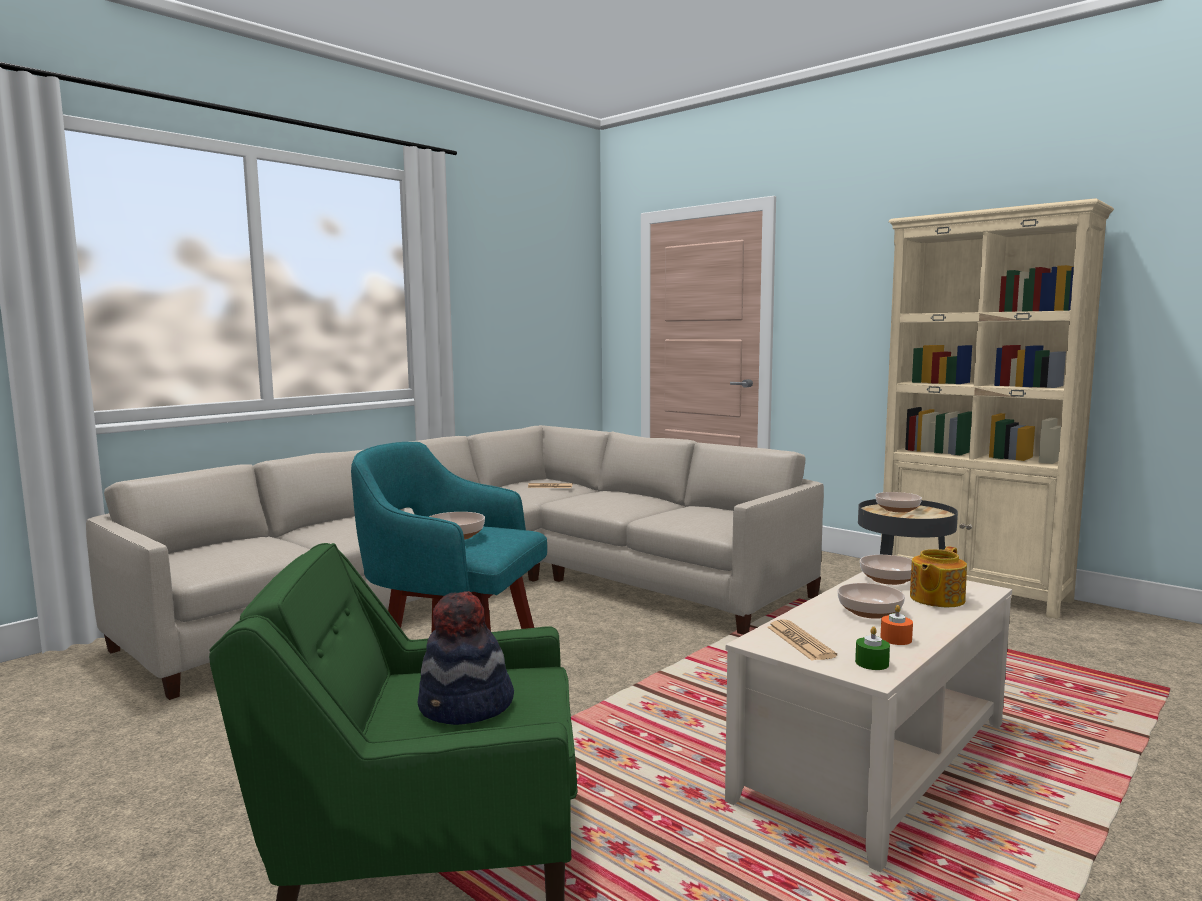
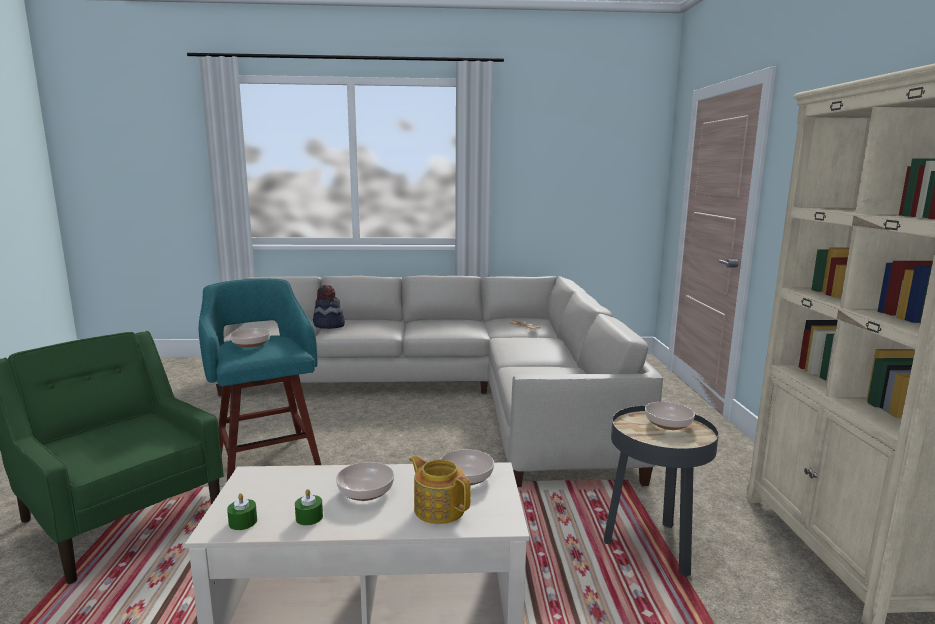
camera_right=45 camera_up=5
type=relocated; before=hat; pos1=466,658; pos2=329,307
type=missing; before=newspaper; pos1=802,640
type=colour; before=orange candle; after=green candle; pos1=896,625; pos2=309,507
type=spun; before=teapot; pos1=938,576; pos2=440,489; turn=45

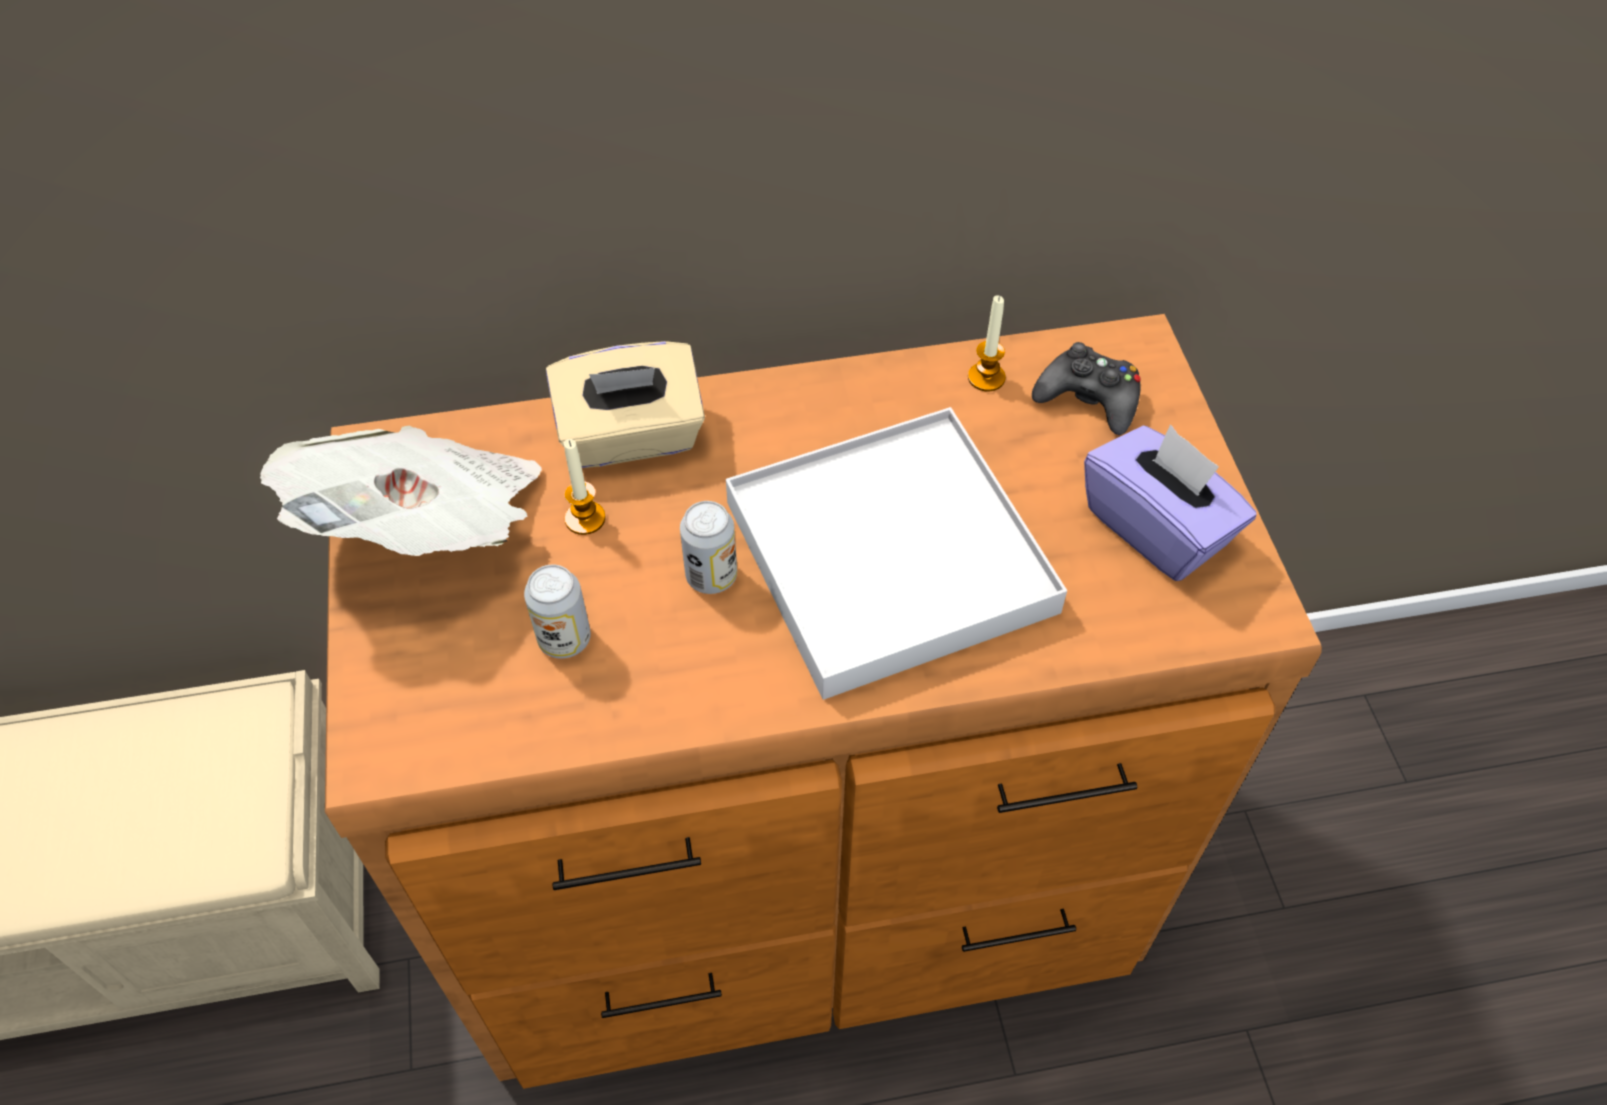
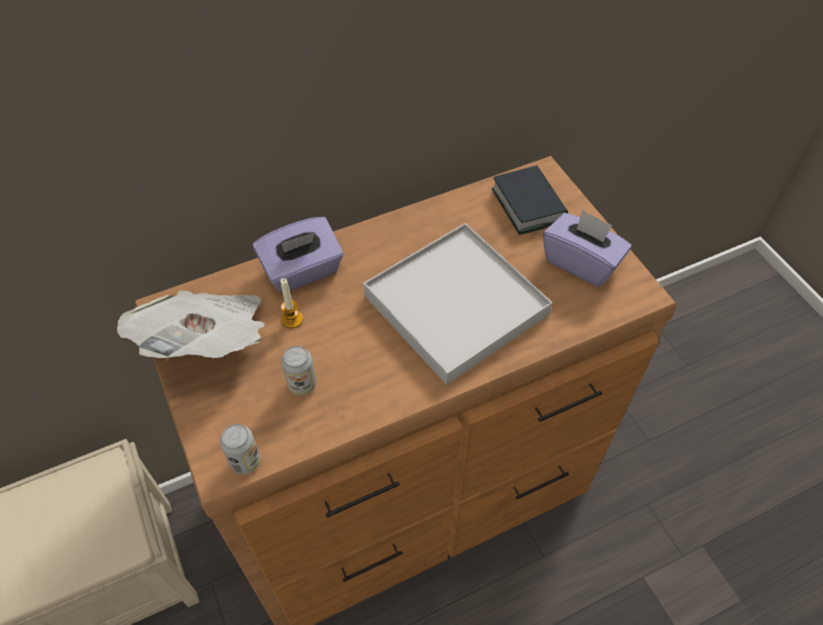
camera_right=-15 camera_up=0
type=colour; before=beige tissue box; after=purple tissue box; pos1=625,404; pos2=298,255
type=relocated; before=can; pos1=708,547; pos2=240,449
type=missing; before=candle; pos1=987,343
type=exchanged; before=black game controller; after=book; pos1=1086,388; pos2=530,200

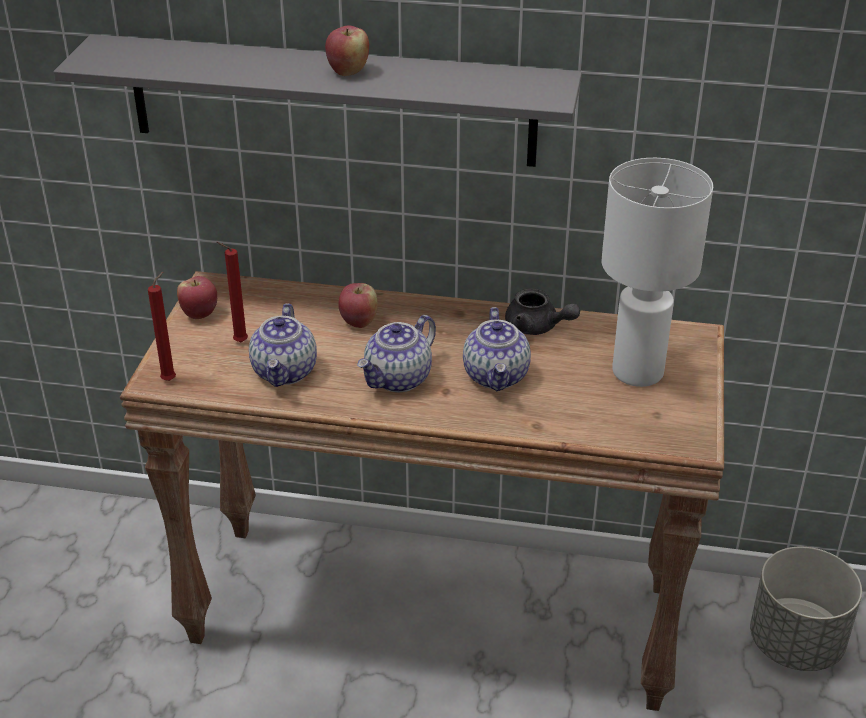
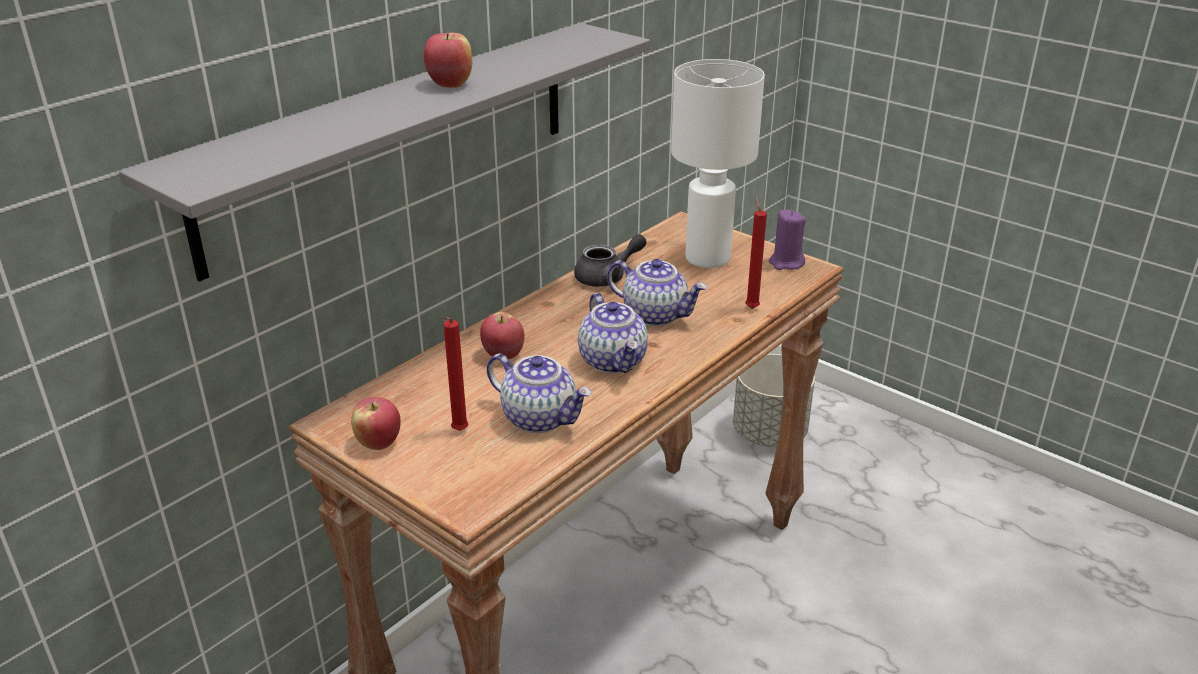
camera_right=-60 camera_up=-5
type=relocated; before=red candle; pos1=162,326; pos2=756,253
type=appeared; after=purple candle; pos2=787,240

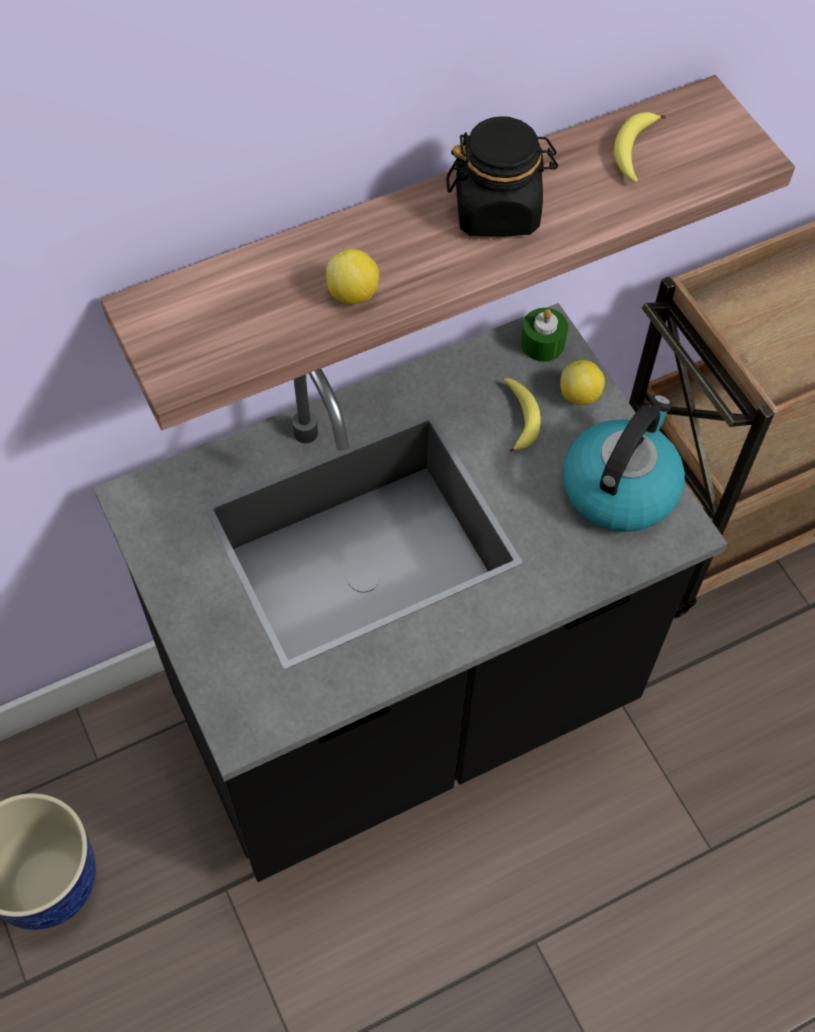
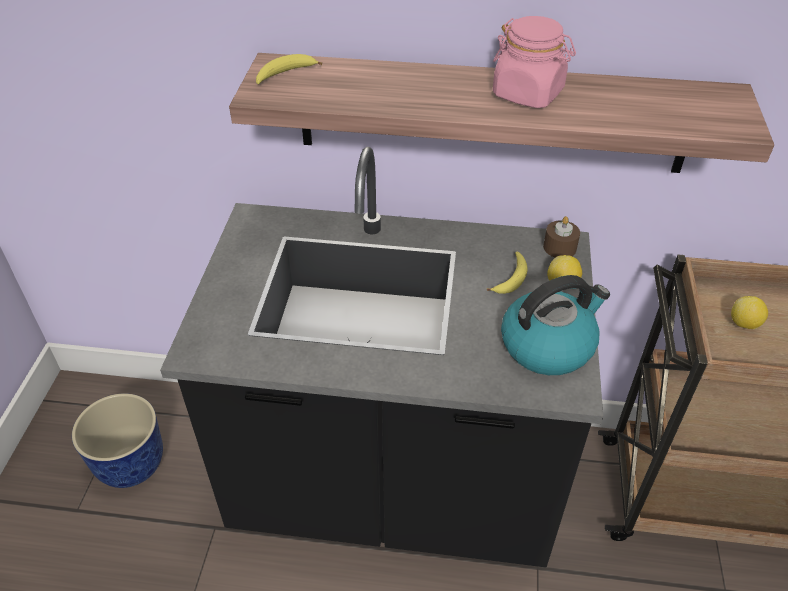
camera_right=35 camera_up=-15
type=relocated; before=lemon; pos1=352,276; pos2=749,312
type=colour; before=black jar; after=pink jar; pos1=502,176; pos2=534,62
type=colour; before=green candle; after=brown candle; pos1=544,335; pos2=561,236
type=relocated; before=banana; pos1=640,147; pos2=289,69

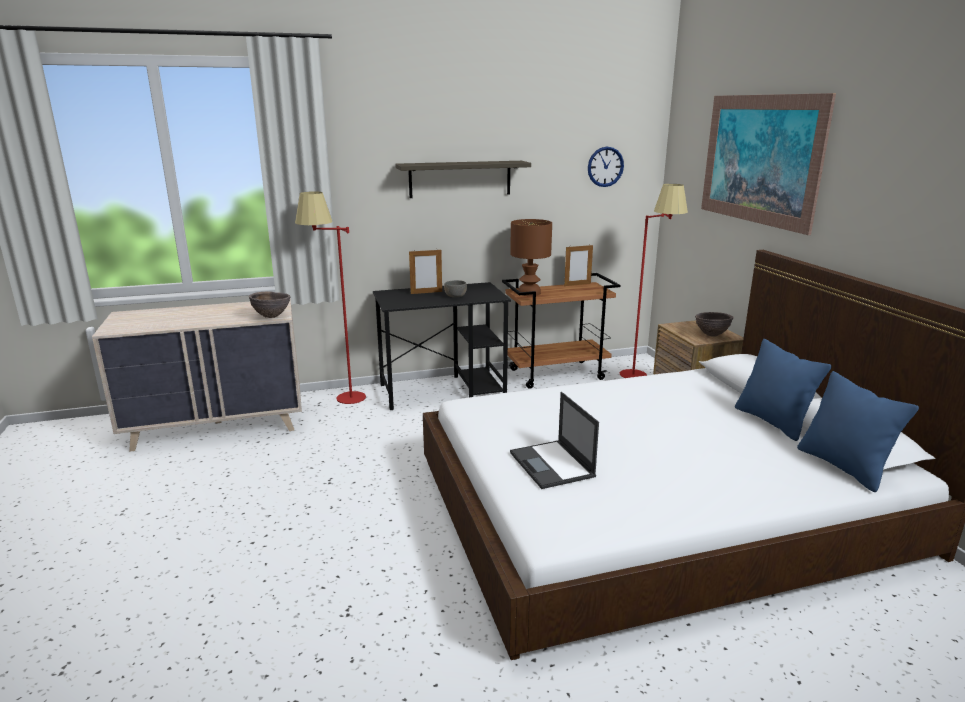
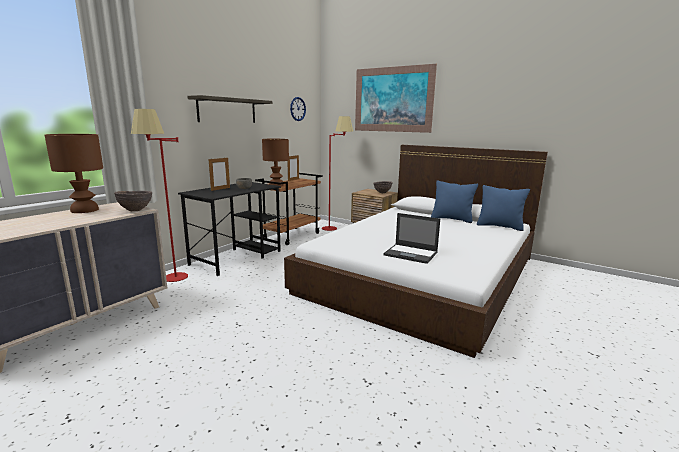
camera_right=-40 camera_up=-5
type=appeared; after=brown table lamp; pos2=74,173

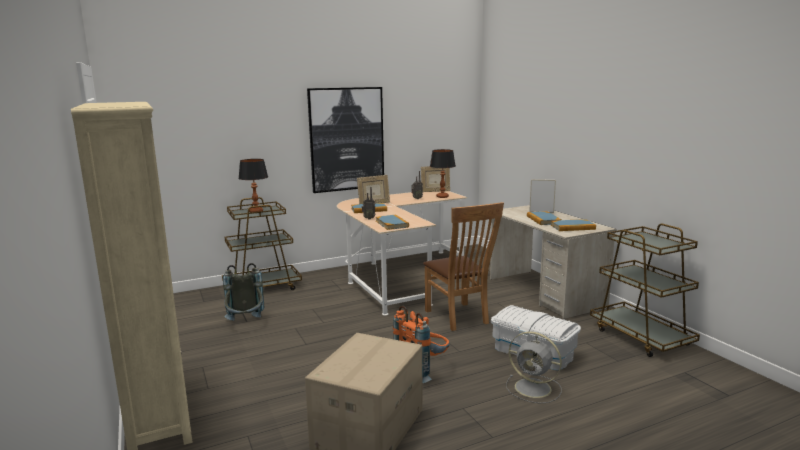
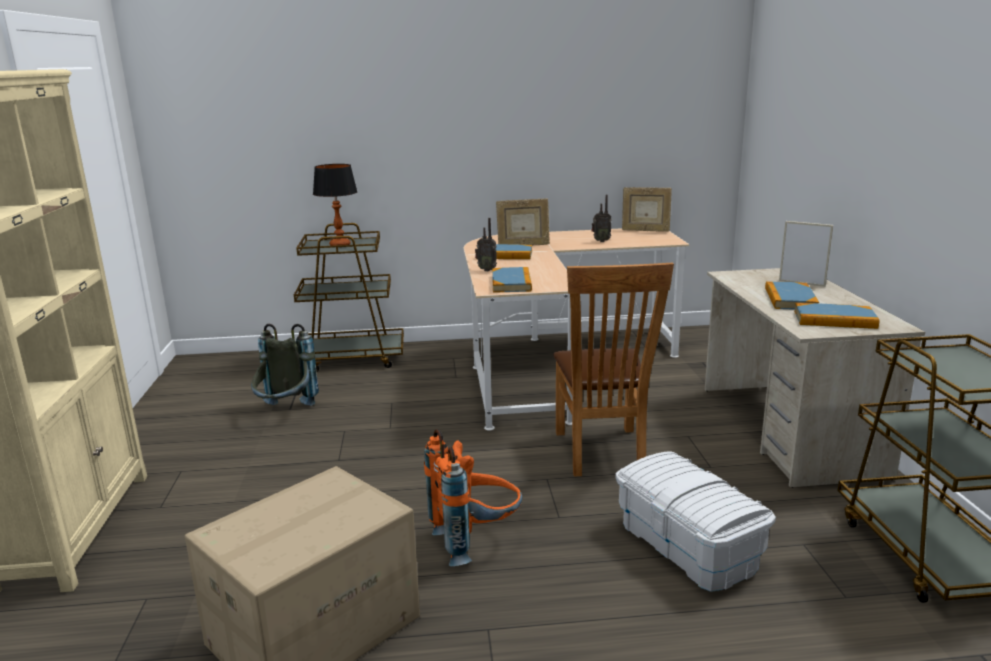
camera_right=20 camera_up=5
type=missing; before=picture; pos1=345,140
type=missing; before=table lamp; pos1=443,173
type=missing; before=grey fan; pos1=534,367

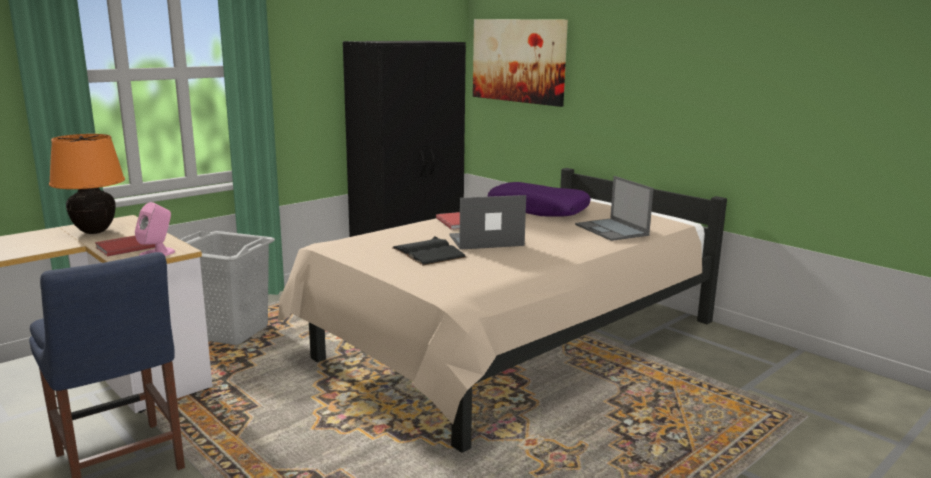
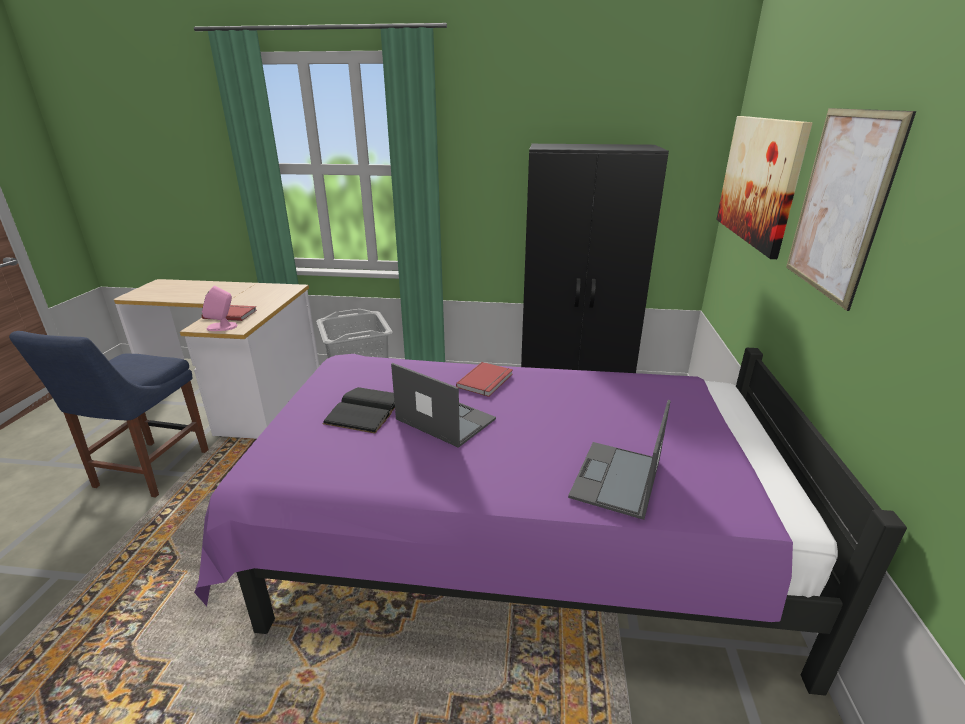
camera_right=50 camera_up=10
type=missing; before=orange table lamp; pos1=87,184
type=colour; before=beige bed; after=purple bed; pos1=502,310; pos2=550,522
type=missing; before=purple pillow; pos1=539,199
type=appeared; after=picture; pos2=851,209

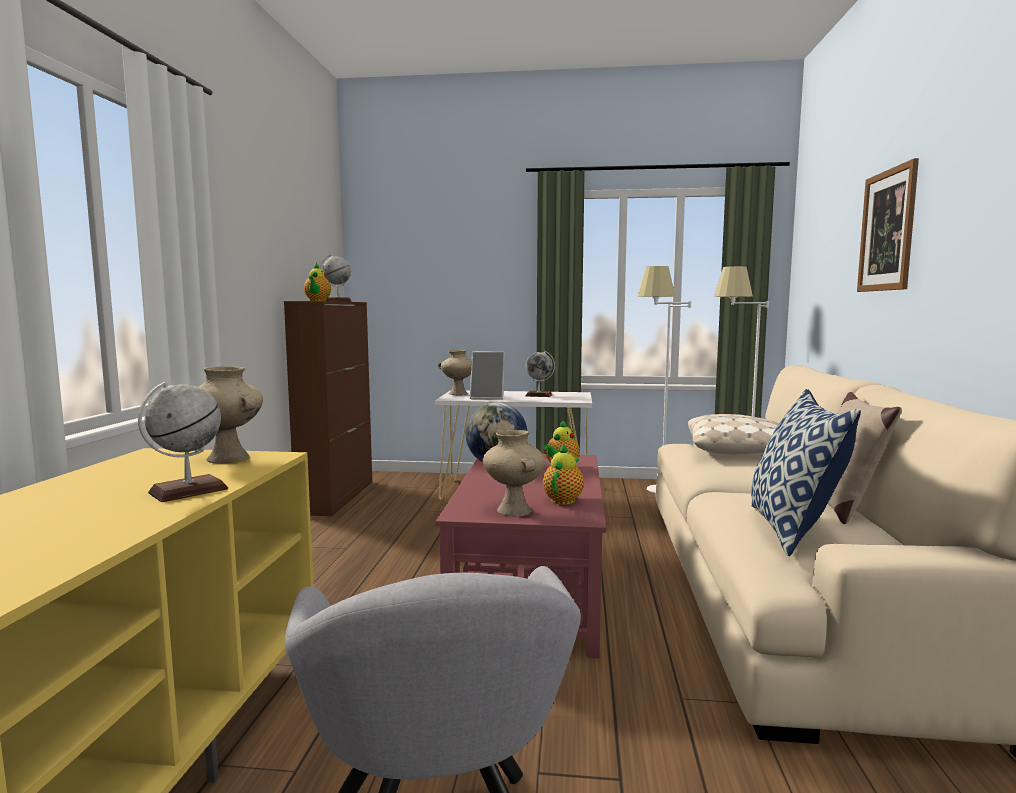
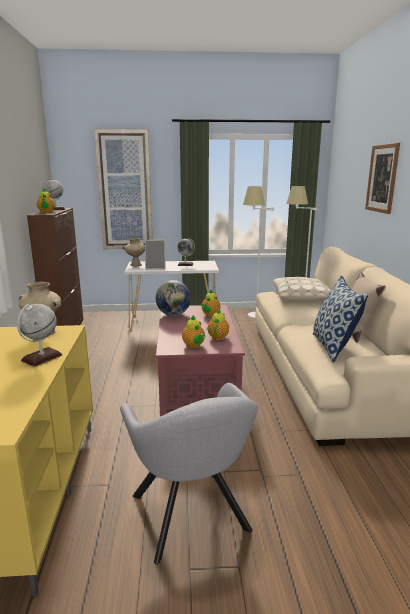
camera_right=-10 camera_up=10
type=exchanged; before=beige vase; after=teapot; pos1=514,473; pos2=193,331
type=appeared; after=picture; pos2=123,189

